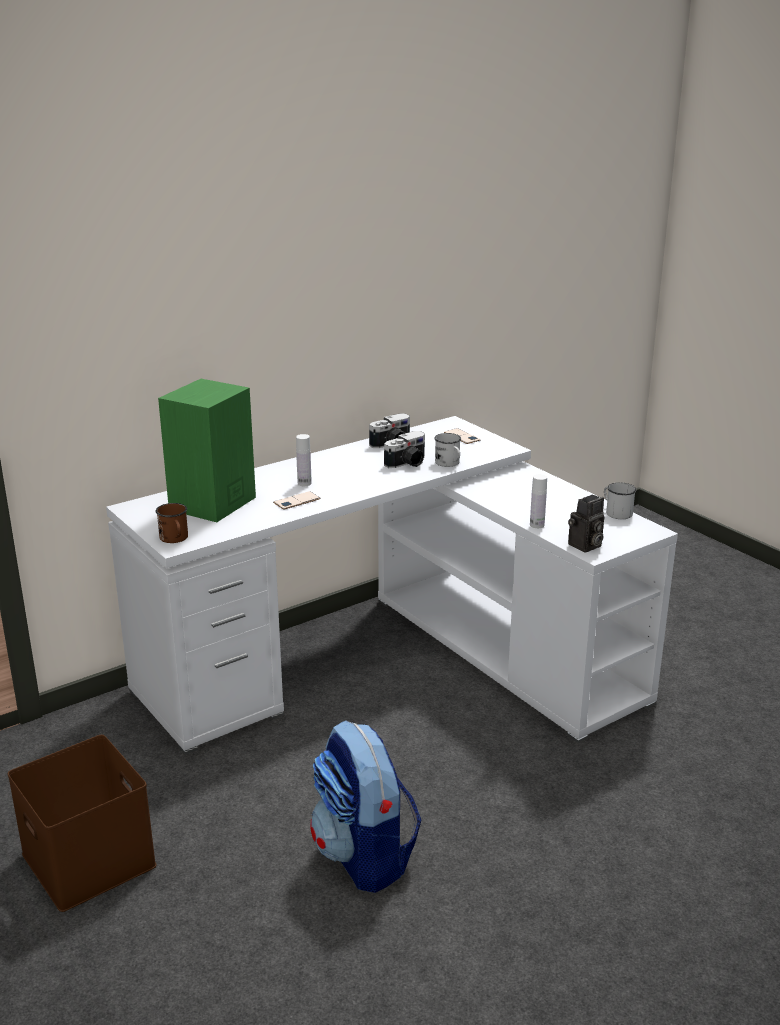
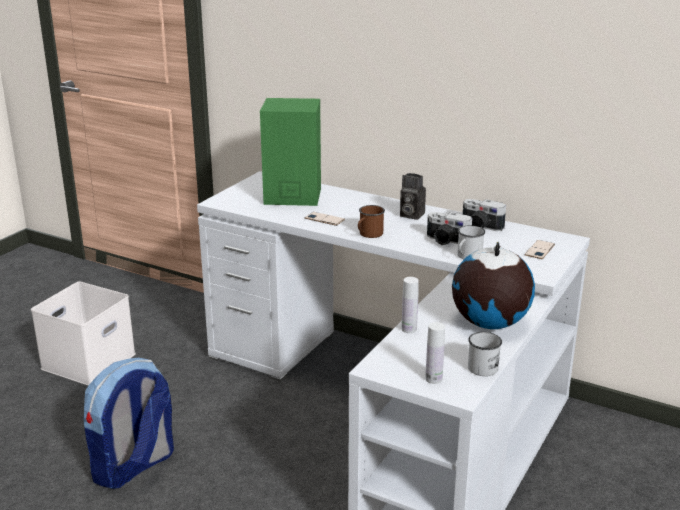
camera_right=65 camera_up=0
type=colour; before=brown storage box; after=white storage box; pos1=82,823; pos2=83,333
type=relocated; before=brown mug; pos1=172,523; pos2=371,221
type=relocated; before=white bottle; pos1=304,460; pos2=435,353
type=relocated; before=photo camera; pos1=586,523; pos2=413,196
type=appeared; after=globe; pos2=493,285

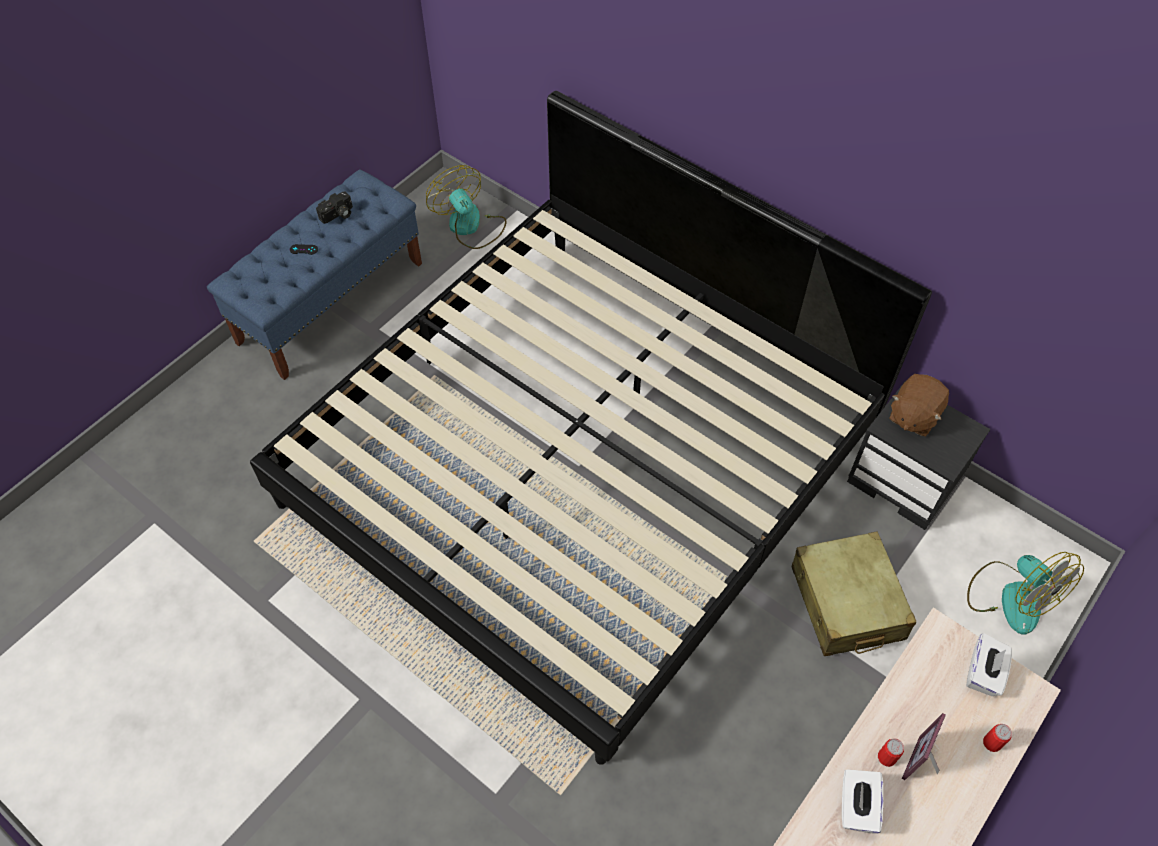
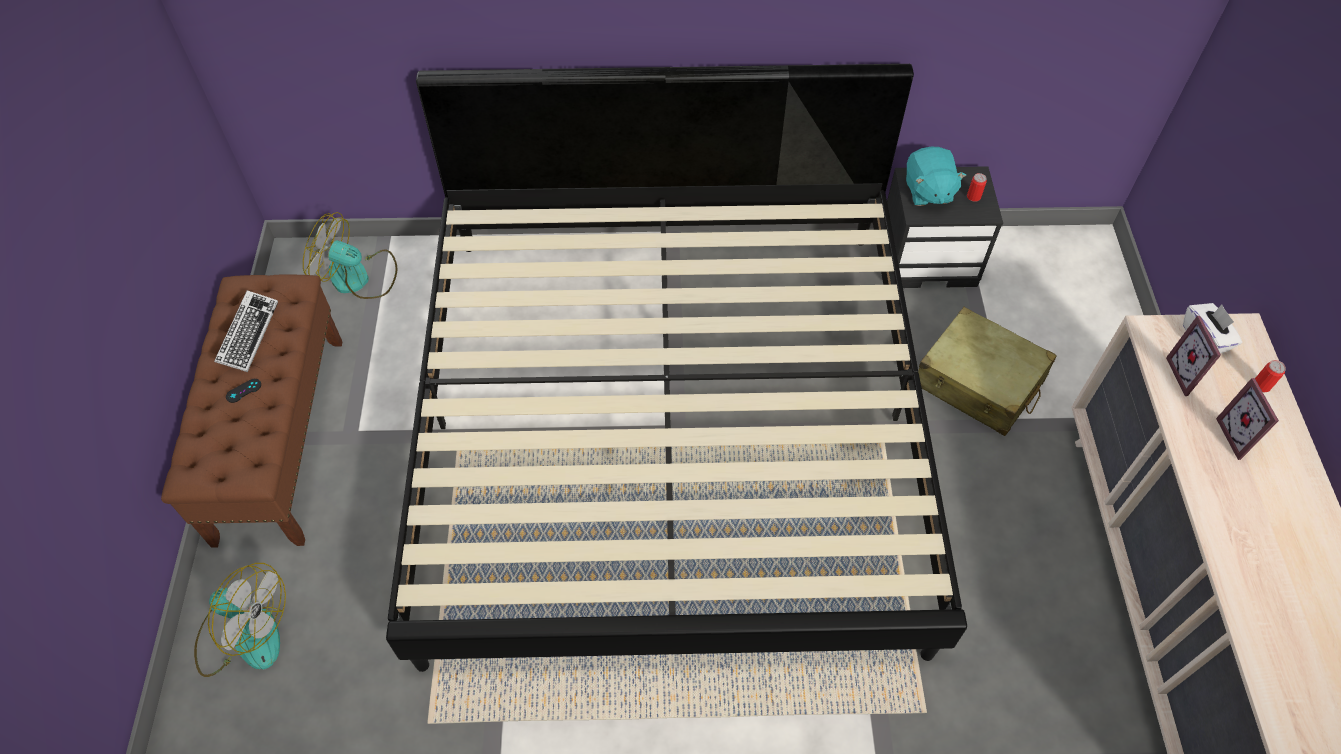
camera_right=-40 camera_up=0
type=colour; before=blue bench; after=brown bench; pos1=314,274; pos2=252,411
type=exchanged; before=photo camera; after=keyboard; pos1=334,207; pos2=246,331
type=missing; before=white tissue box; pos1=862,801
type=relocated; before=can; pos1=891,752; pos2=977,187
type=colour; before=brown plush toy; after=turquoise plush toy; pos1=919,405; pos2=936,176
type=relocated; before=fan; pos1=1025,593; pos2=240,620
type=appeared; after=picture frame; pos2=1193,356

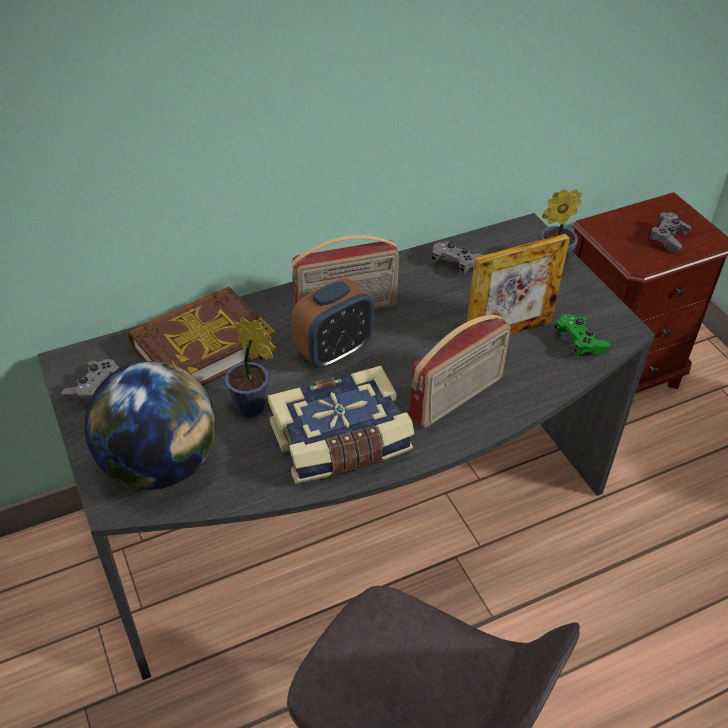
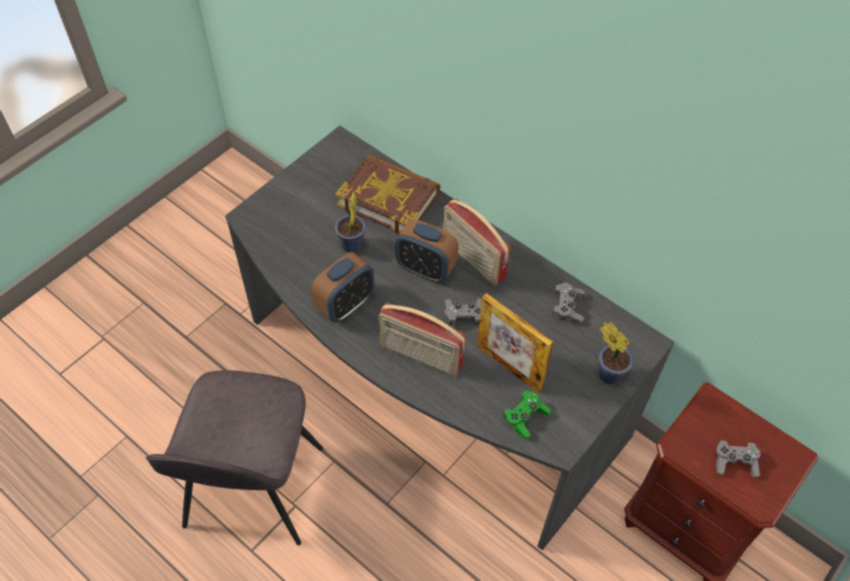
camera_right=65 camera_up=10
type=relocated; before=grey game controller; pos1=90,381; pos2=463,312
type=missing; before=globe; pos1=150,425
type=exchanged; before=book; after=alarm clock; pos1=341,425; pos2=342,287

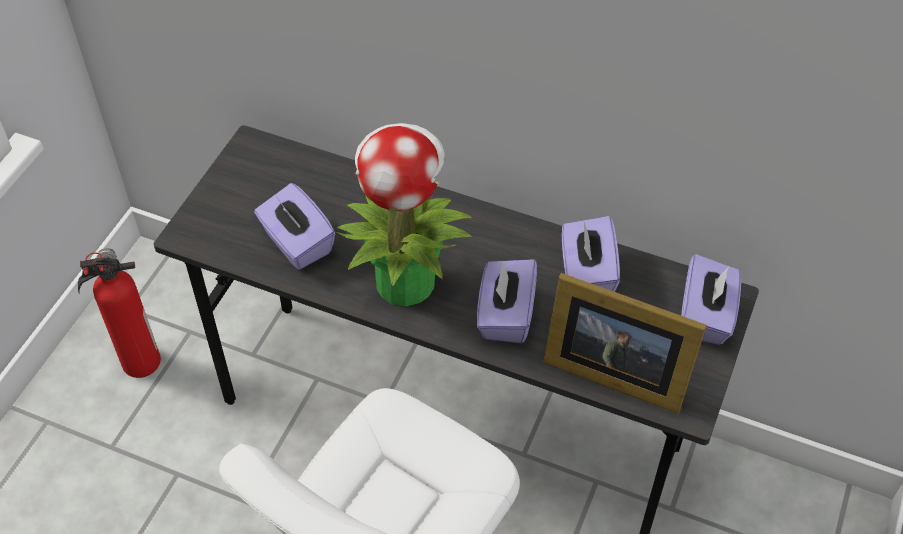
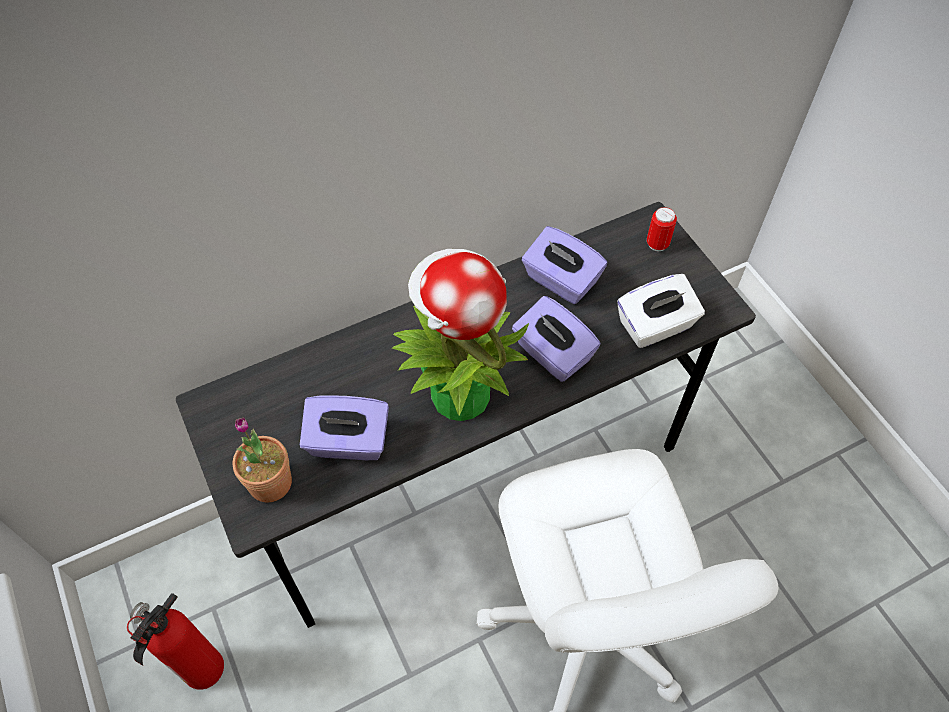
camera_right=-50 camera_up=5
type=exchanged; before=picture frame; after=white tissue box; pos1=625,343; pos2=661,311
type=exchanged; before=purple tissue box; after=can; pos1=711,299; pos2=662,229
type=appeared; after=potted plant; pos2=262,460

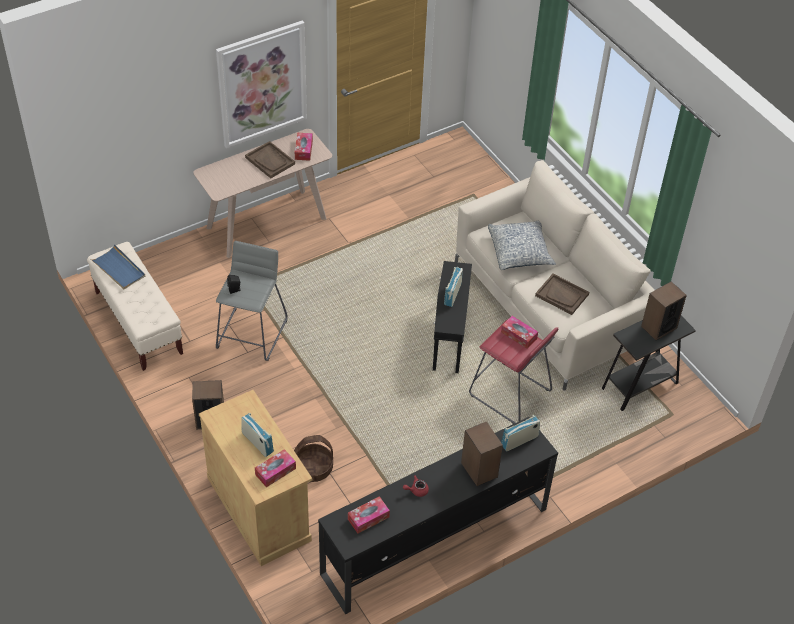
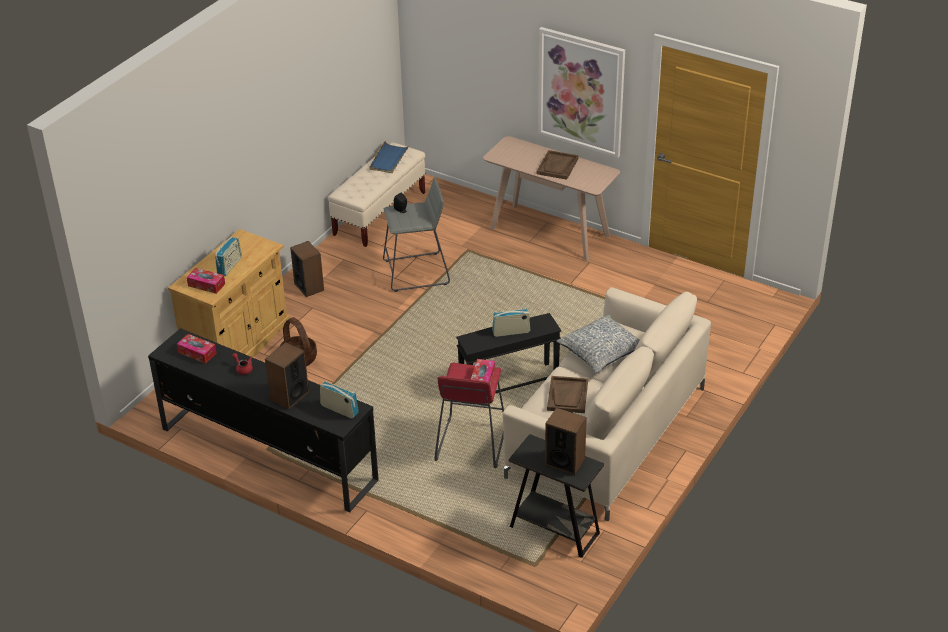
camera_right=65 camera_up=-10
type=missing; before=tissue box; pos1=304,147

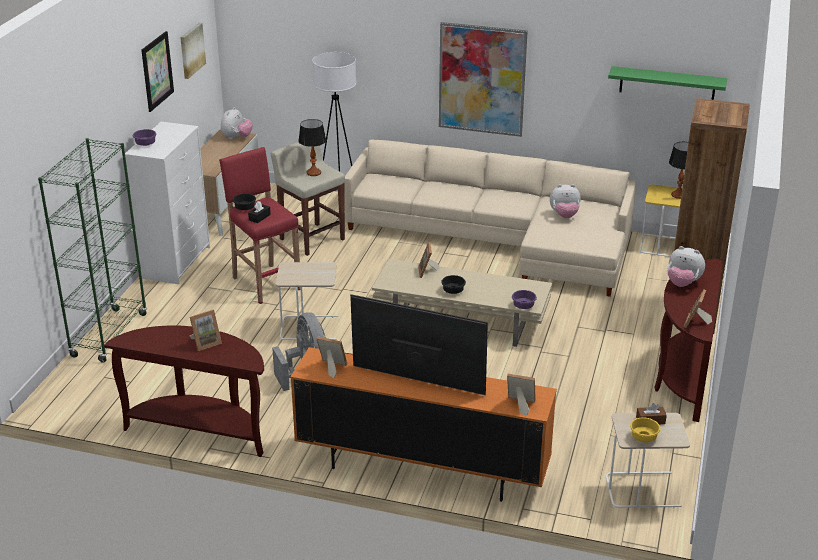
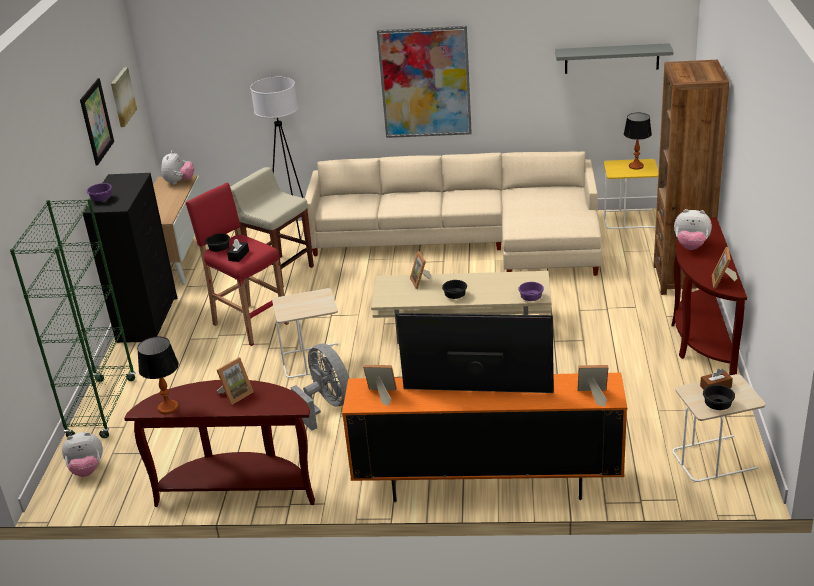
camera_right=-10 camera_up=0
type=colour; before=white dresser; after=black dresser; pos1=167,203; pos2=130,258
type=relocated; before=table lamp; pos1=312,147; pos2=158,375
type=relocated; before=plush toy; pos1=565,201; pos2=82,454
type=colour; before=green shelf; after=grey shelf; pos1=667,83; pos2=614,58
type=colour; before=yellow bowl; after=black bowl; pos1=645,430; pos2=719,397

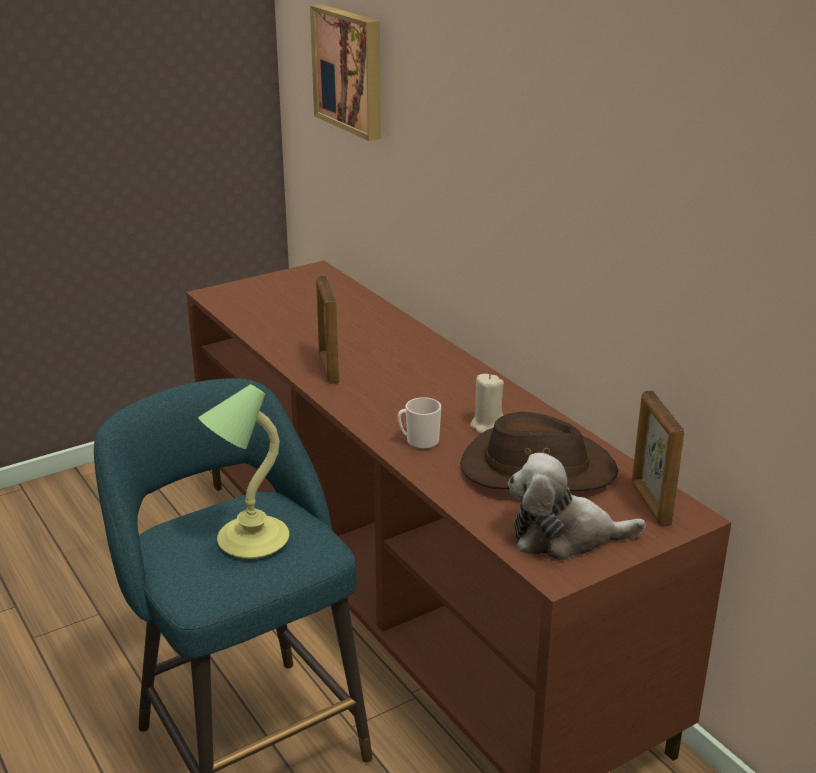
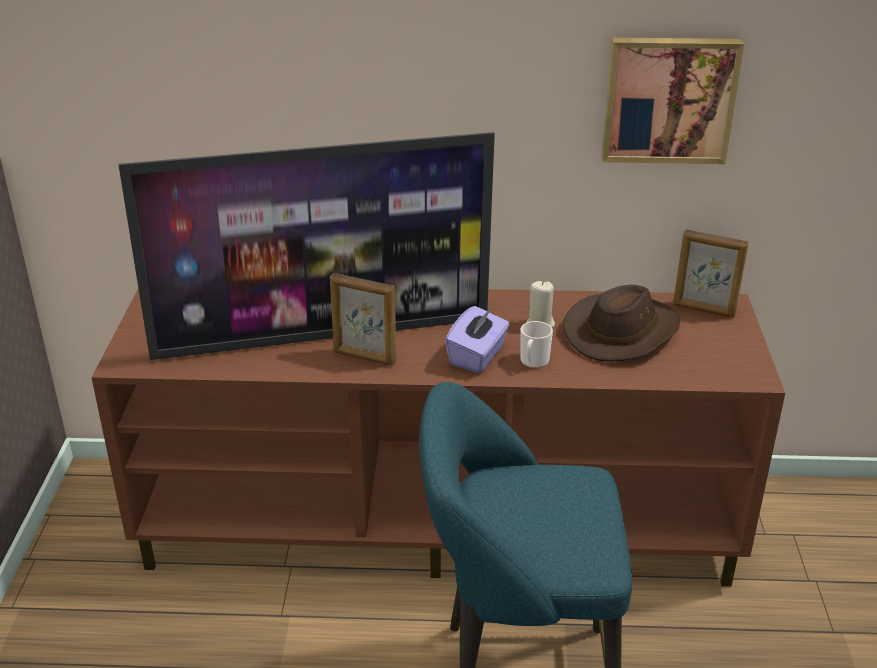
camera_right=-55 camera_up=5
type=missing; before=table lamp; pos1=243,471
type=relocated; before=picture; pos1=345,72; pos2=673,100
type=missing; before=plush toy; pos1=577,507
type=appeared; after=television; pos2=307,246
type=appeared; after=purple tissue box; pos2=477,339

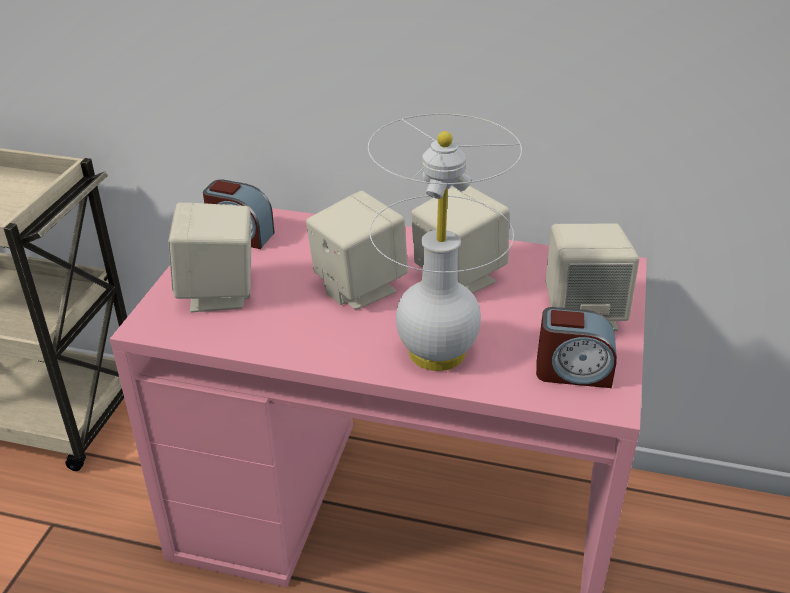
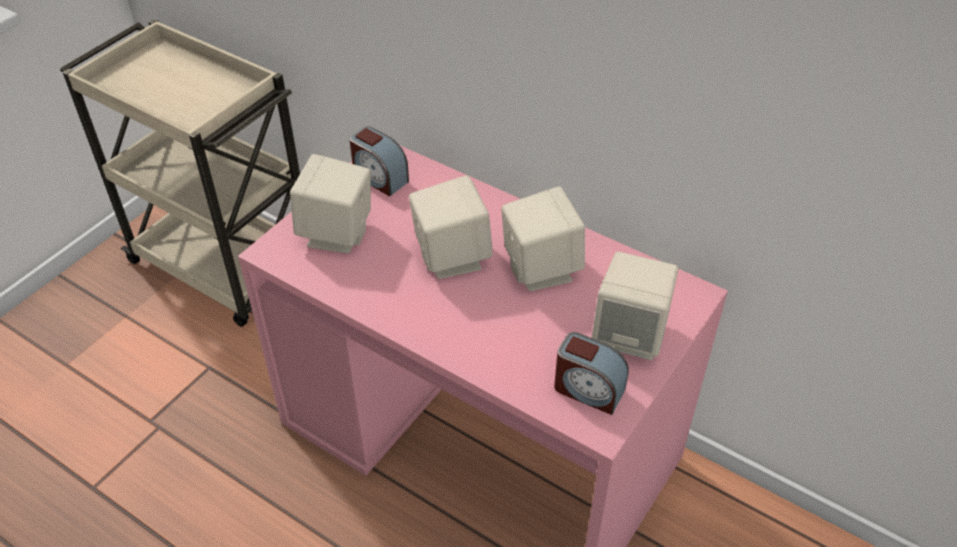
camera_right=20 camera_up=10
type=missing; before=white table lamp; pos1=445,242

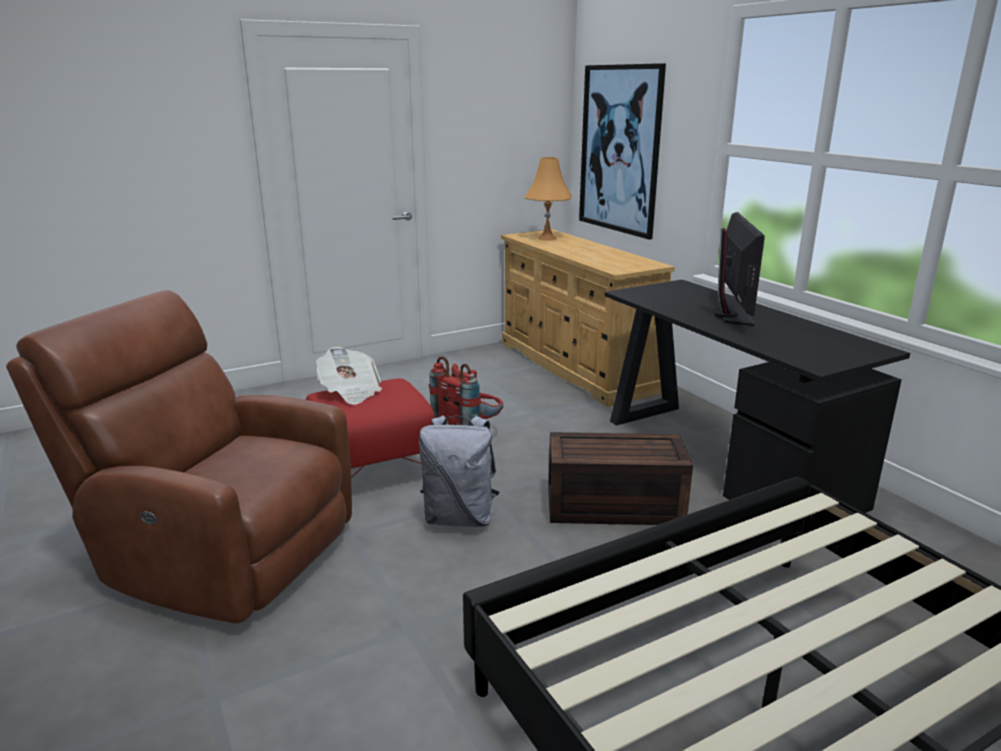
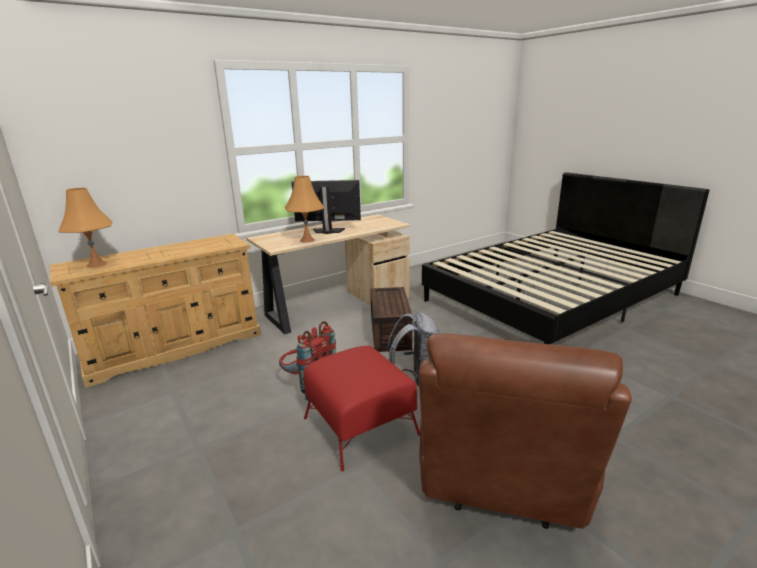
camera_right=-95 camera_up=0
type=missing; before=newspaper; pos1=349,376
type=missing; before=picture; pos1=622,151
type=colour; before=black desk; after=beige desk; pos1=757,408; pos2=328,274
type=appeared; after=orange table lamp; pos2=305,209

